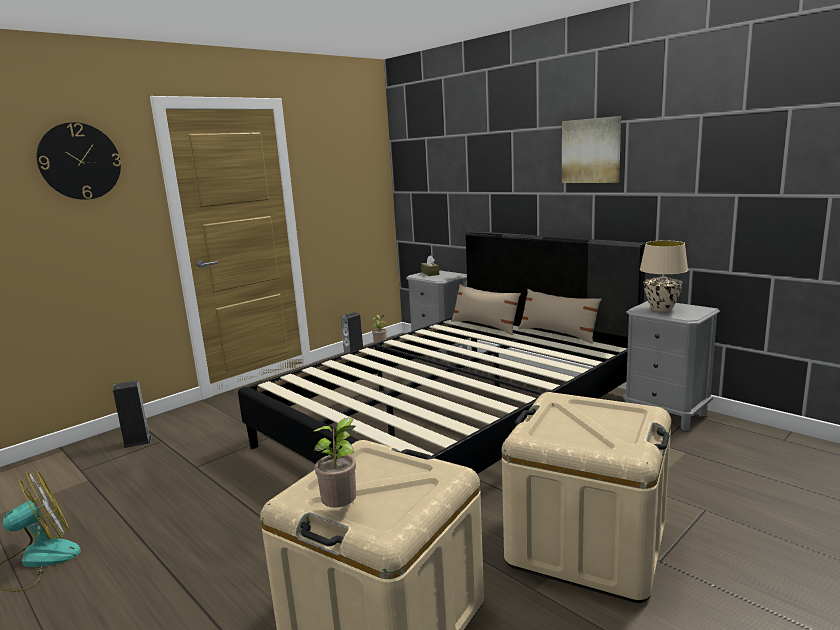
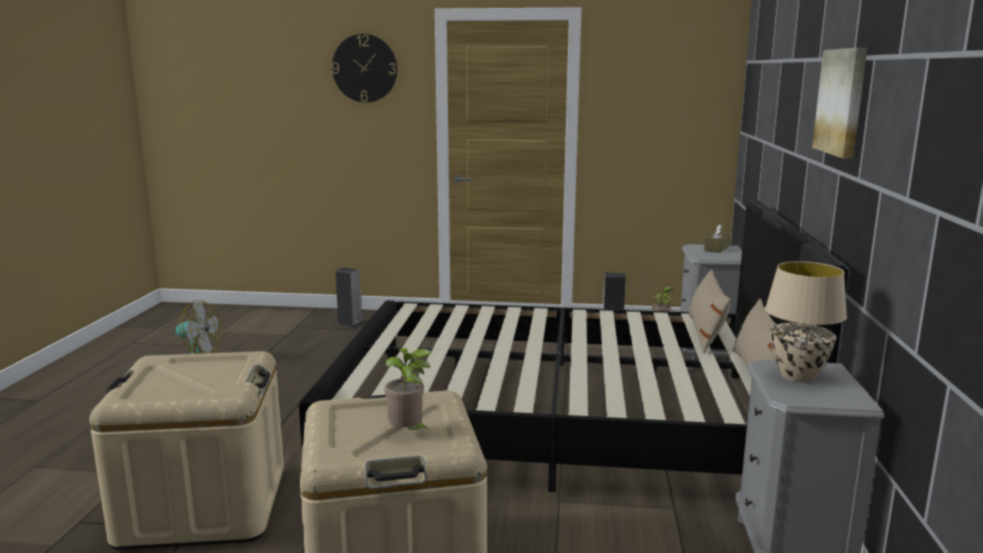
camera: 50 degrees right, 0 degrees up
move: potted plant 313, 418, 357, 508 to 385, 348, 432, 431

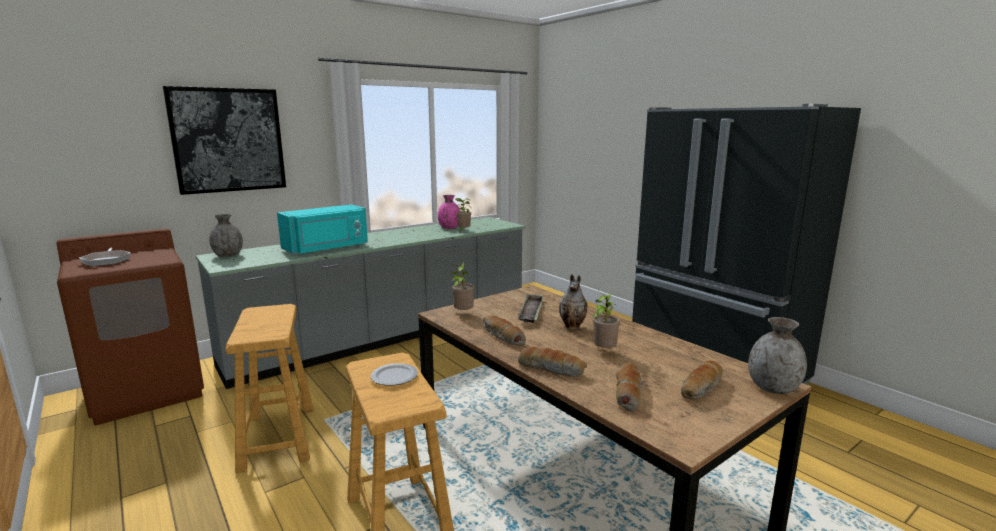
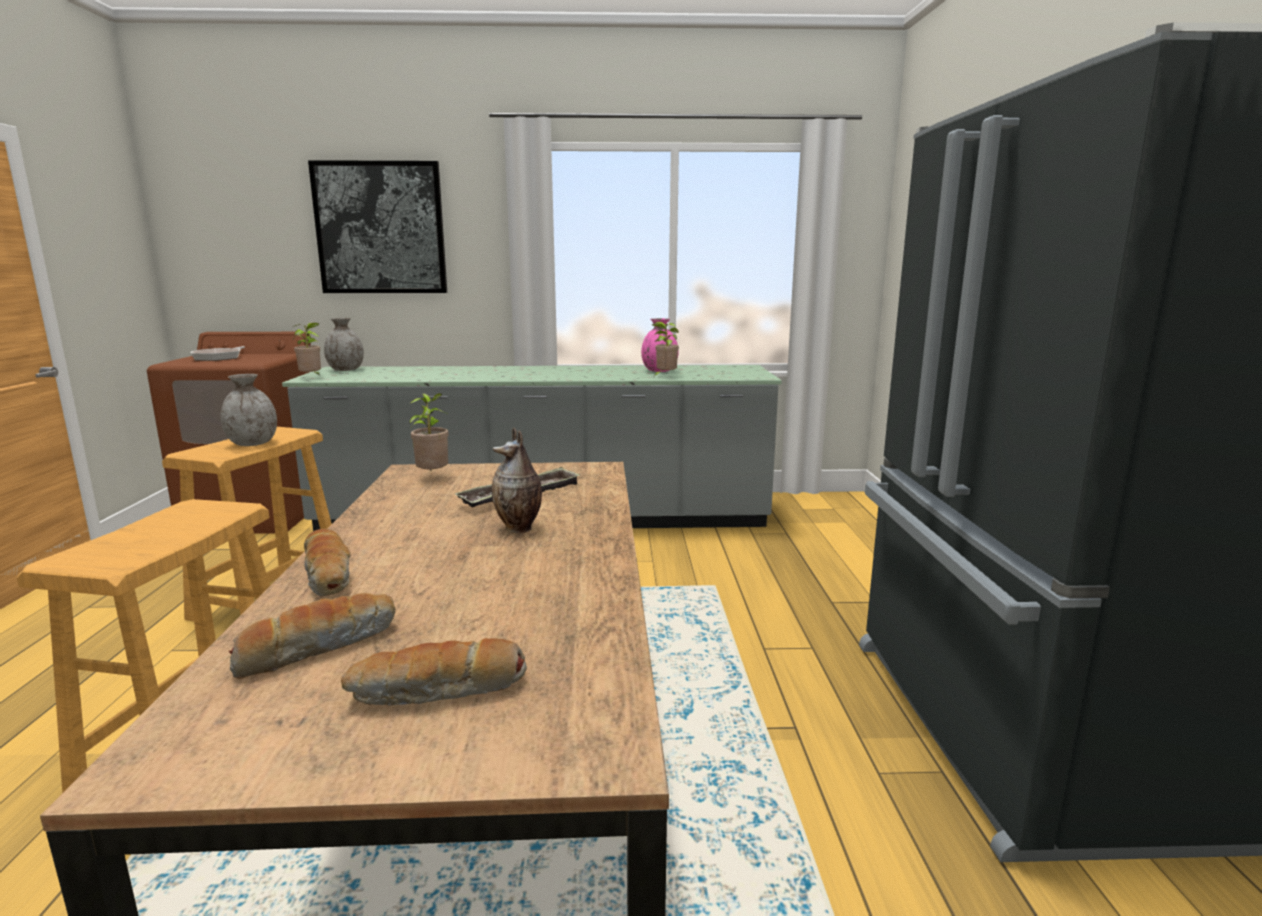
camera: 35 degrees right, 0 degrees up
delete: turquoise microwave 277, 204, 368, 255; bread 483, 316, 526, 346; plate 371, 363, 418, 386
move: potted plant 592, 291, 620, 348 to 293, 323, 321, 375; grey vase 748, 317, 807, 394 to 220, 374, 277, 446

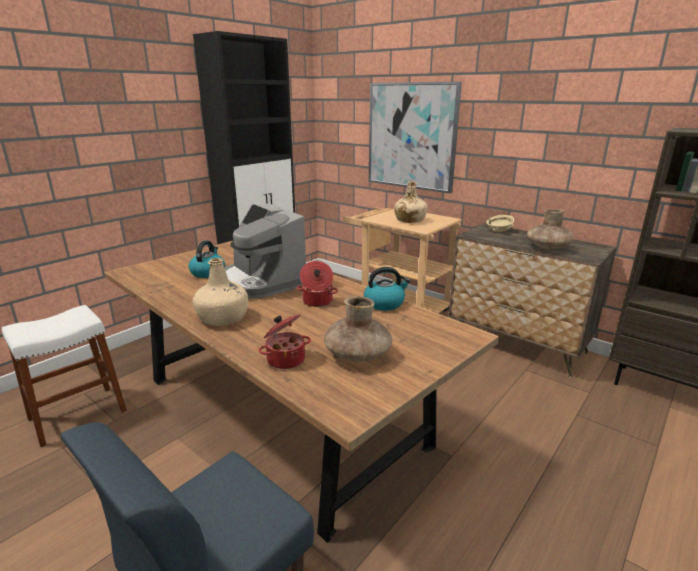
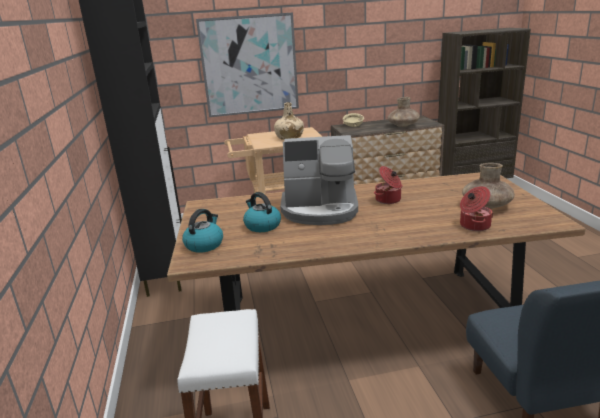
camera: 50 degrees left, 0 degrees up
delete: beige bottle 193, 258, 248, 326
move: kettle 364, 267, 411, 311 to 182, 209, 223, 253

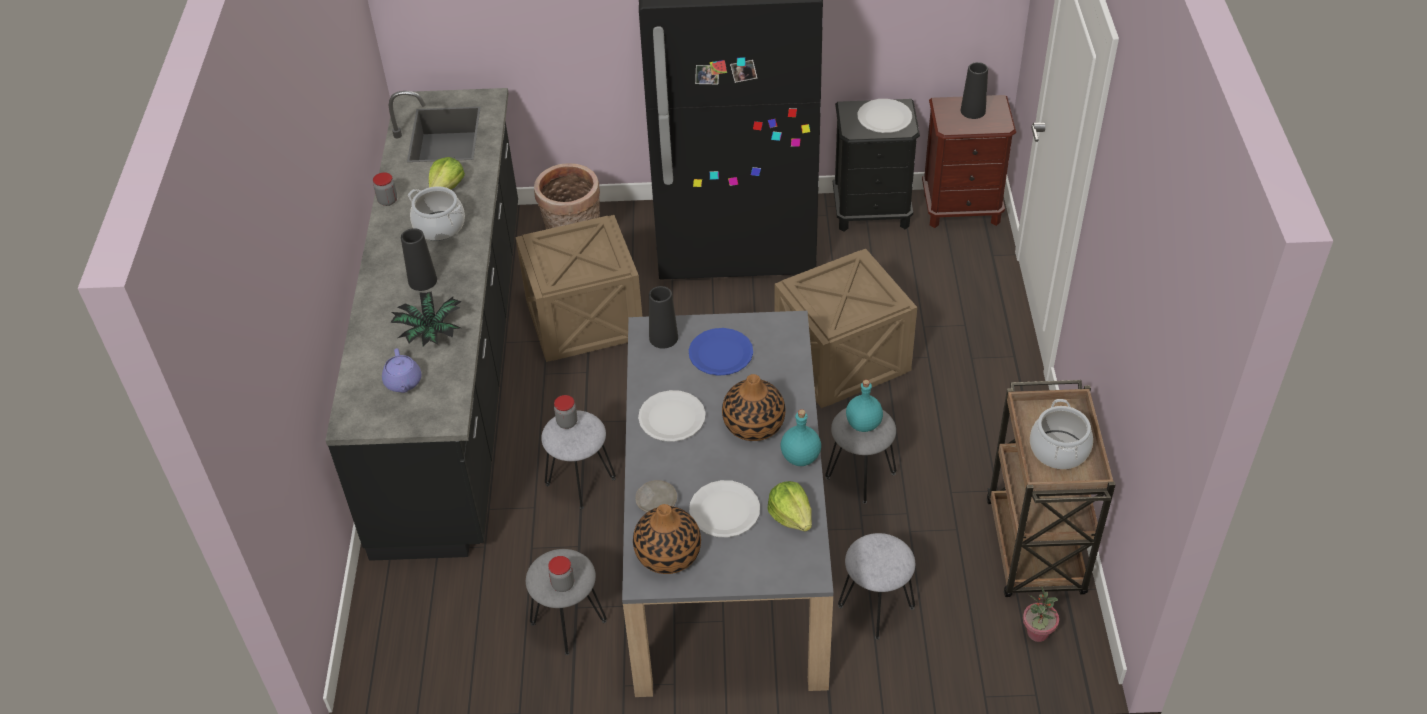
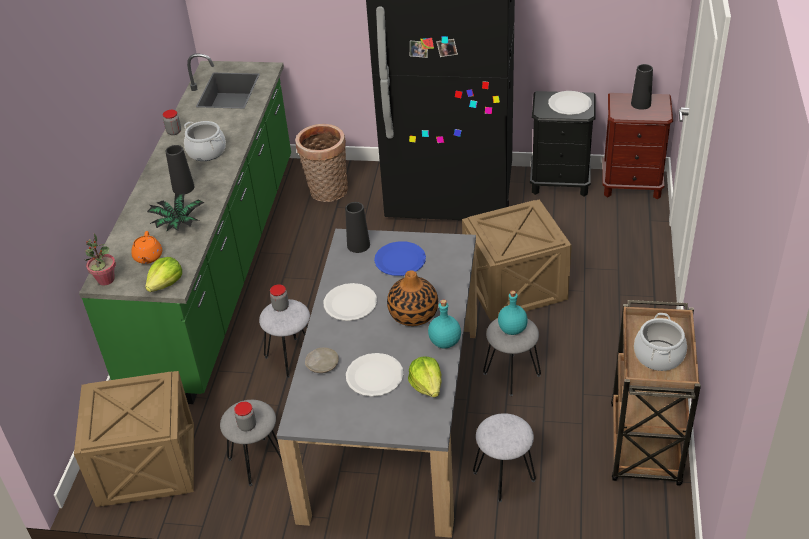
camera: 10 degrees right, 5 degrees down
delete: vase 633, 504, 701, 574
move: lettuce 429, 157, 465, 189 to 145, 257, 182, 292; crate 515, 215, 642, 362 to 74, 371, 194, 507; potted plant 1023, 586, 1059, 642 to 85, 234, 116, 285
recolor: black counter 325, 88, 518, 561 to green counter 79, 53, 291, 404; purple teapot 382, 348, 422, 393 to orange teapot 131, 231, 162, 264

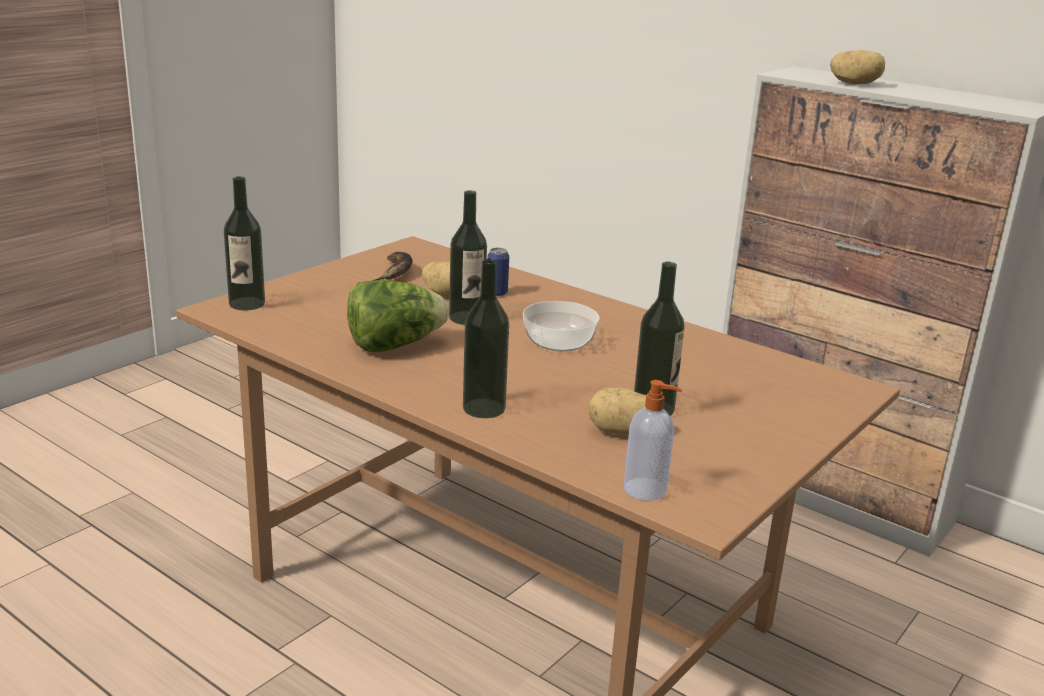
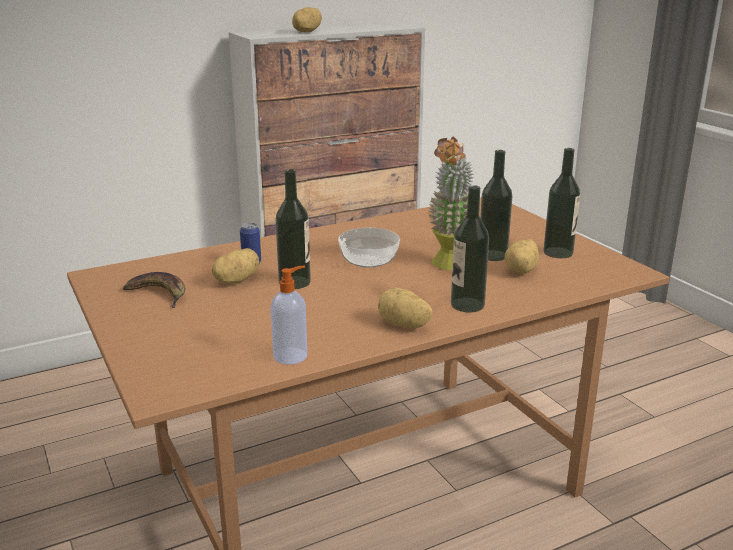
camera: 65 degrees left, 0 degrees up
delete: lettuce 347, 280, 449, 352
insert: potted plant 428, 137, 474, 270; potato 378, 287, 433, 328
move: bottle 224, 176, 265, 310 to 544, 148, 580, 258; soap dispenser 624, 380, 682, 501 to 271, 266, 307, 365

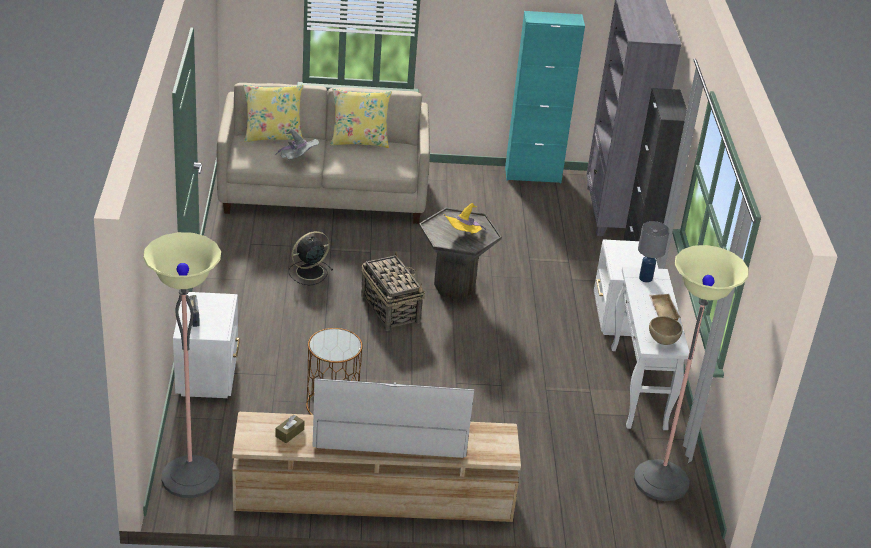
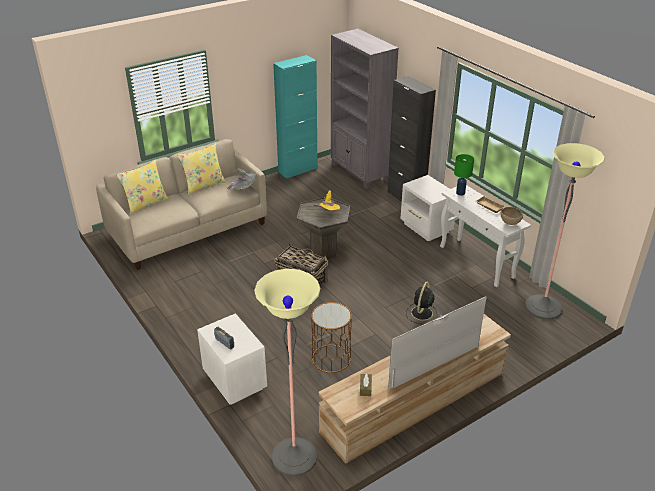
camera: 30 degrees left, 0 degrees up
move: grey hat 275, 129, 319, 159 to 227, 169, 258, 190; black fan 289, 231, 333, 285 to 406, 281, 437, 324
recolor: grey table lamp 638, 221, 670, 283 to green table lamp 454, 154, 474, 196

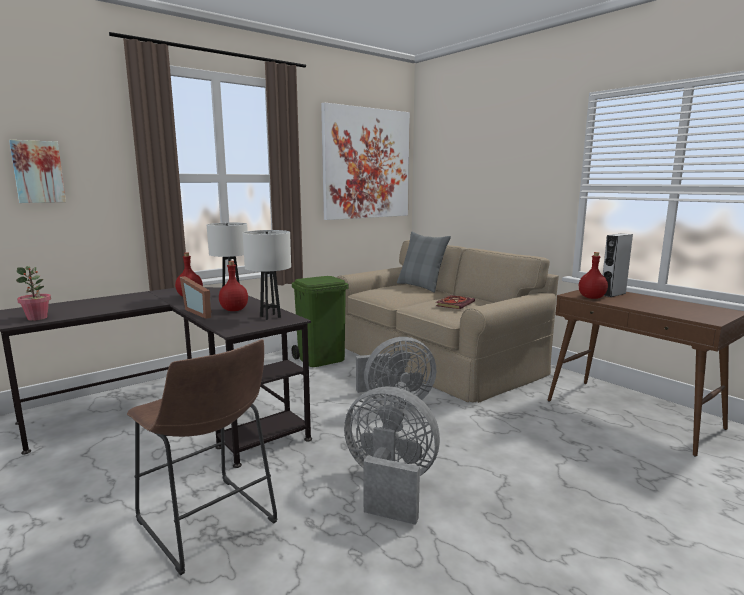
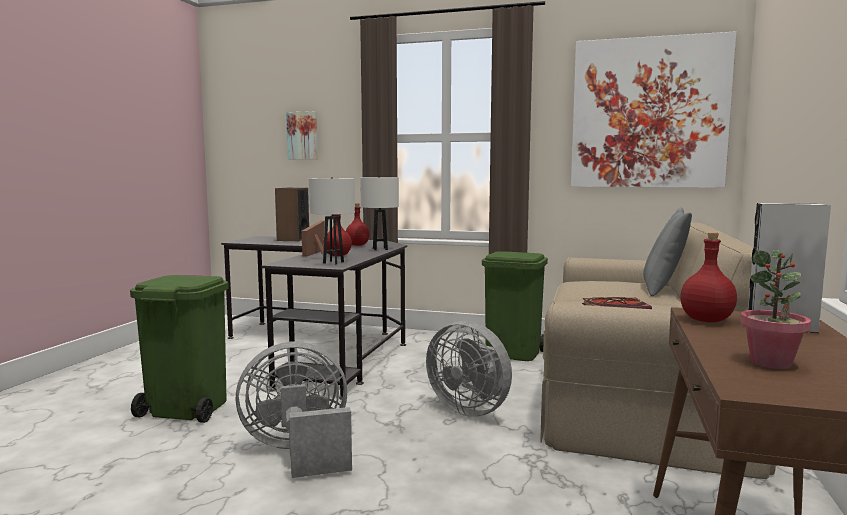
camera: 55 degrees right, 5 degrees down
insert: speaker 275, 188, 309, 241
move: potted plant 16, 266, 51, 321 to 741, 250, 811, 369
replace: brown stool 127, 339, 278, 575 to green trash can 130, 275, 229, 423
rotate: grey fan 344, 386, 440, 525 = 235, 342, 352, 478 90 degrees counterclockwise

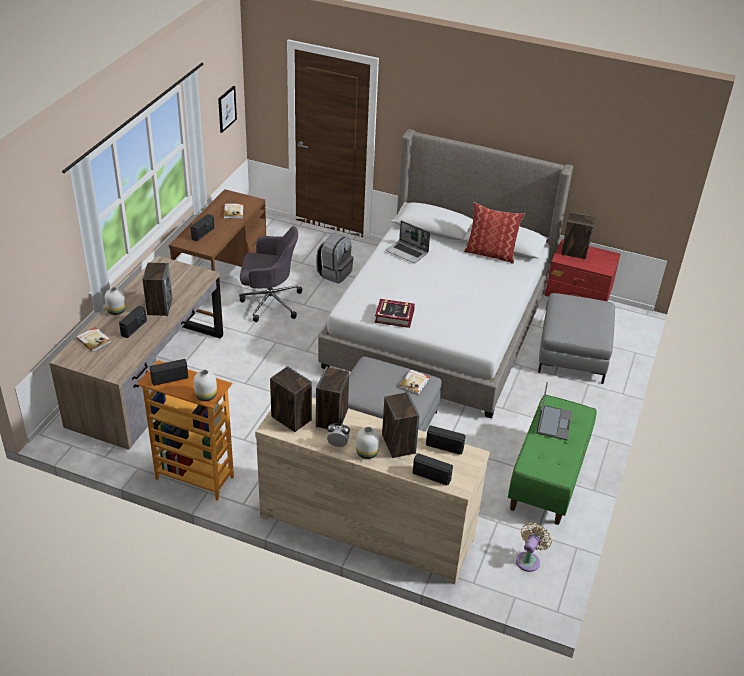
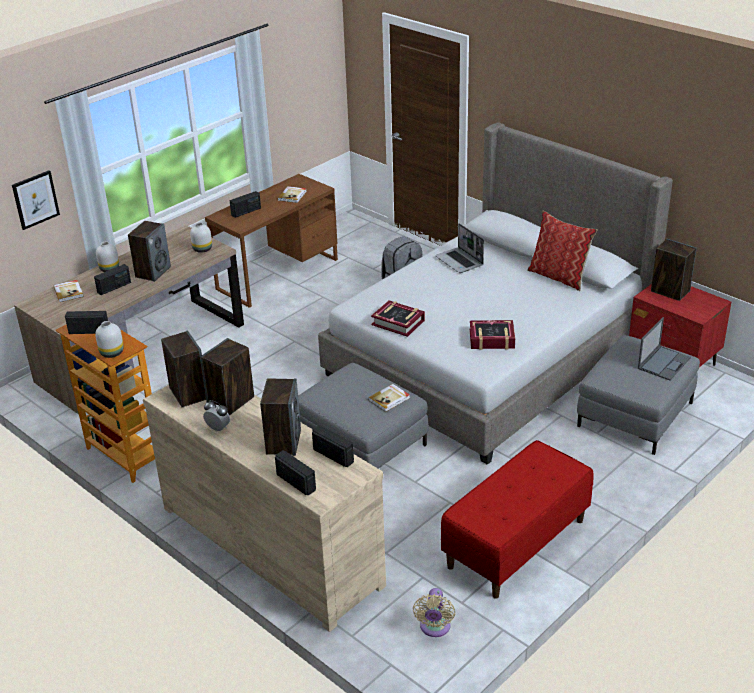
camera: 25 degrees right, 5 degrees down
delete: grey office chair 239, 226, 302, 322
insert: book 470, 320, 515, 350
move: picture 218, 86, 237, 133 to 12, 170, 60, 230; laptop 536, 382, 573, 440 to 638, 317, 691, 381; white vase 356, 427, 380, 459 to 190, 222, 212, 253
recolor: green bench 508, 395, 597, 525 to red bench 441, 440, 594, 599
rotate: beige fan 516, 523, 552, 572 = 413, 588, 455, 637 135 degrees clockwise

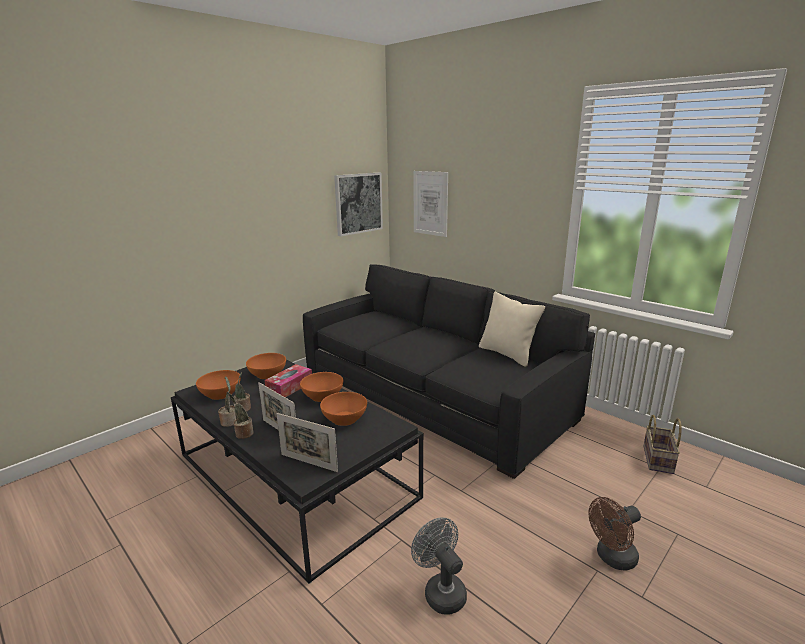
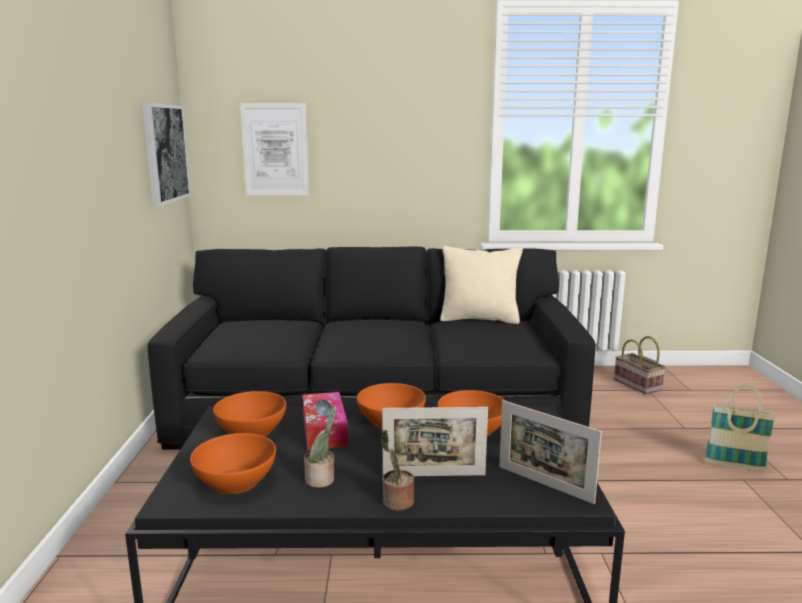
camera: 45 degrees left, 5 degrees down
delete: potted plant 218, 376, 236, 427; grey fan 411, 517, 467, 615
replace: brown fan 588, 497, 641, 571 to basket 704, 385, 776, 471
rotate: picture frame 276, 413, 338, 472 = 499, 400, 602, 504 60 degrees clockwise

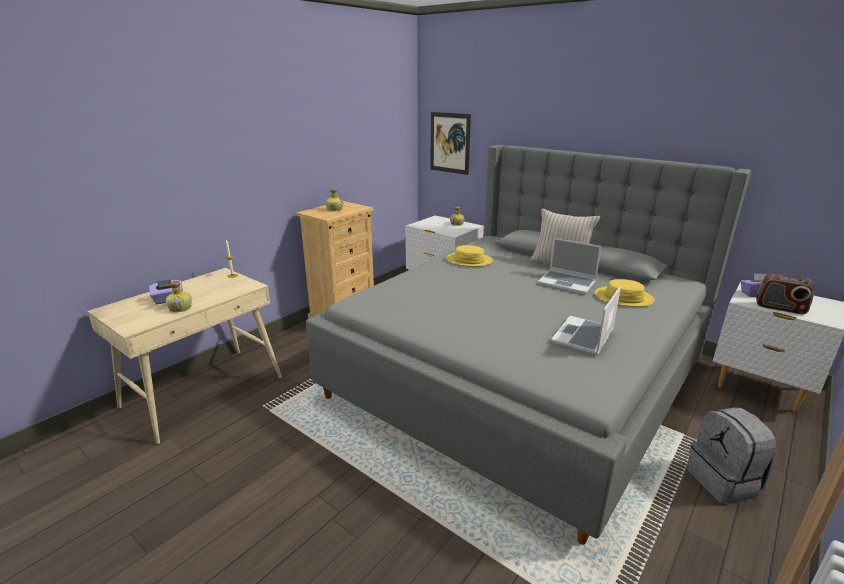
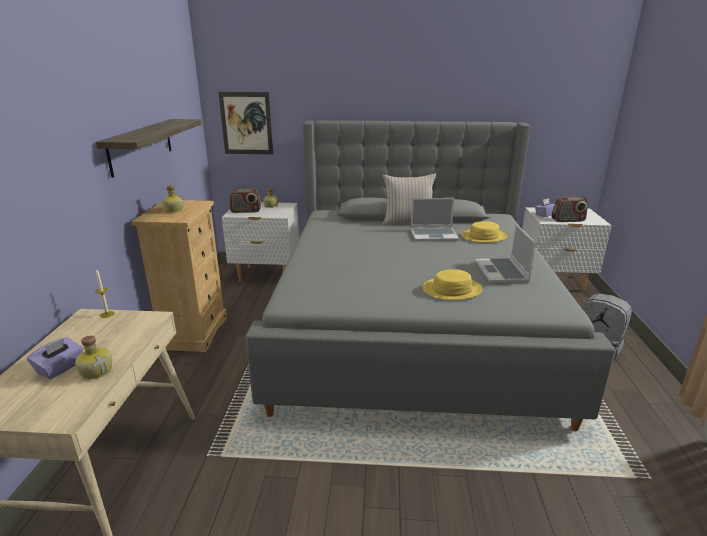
camera: 35 degrees left, 0 degrees up
insert: shelf 96, 119, 202, 178; radio 229, 186, 261, 213
move: yellow hat 446, 245, 493, 267 to 422, 269, 482, 300

